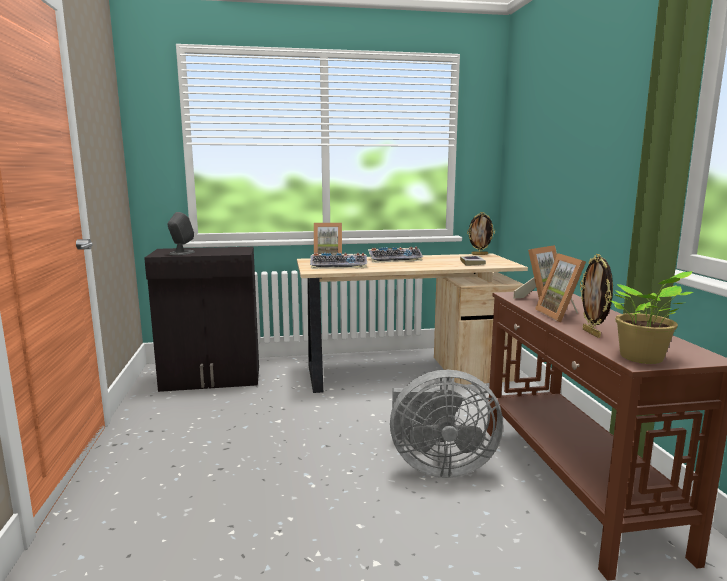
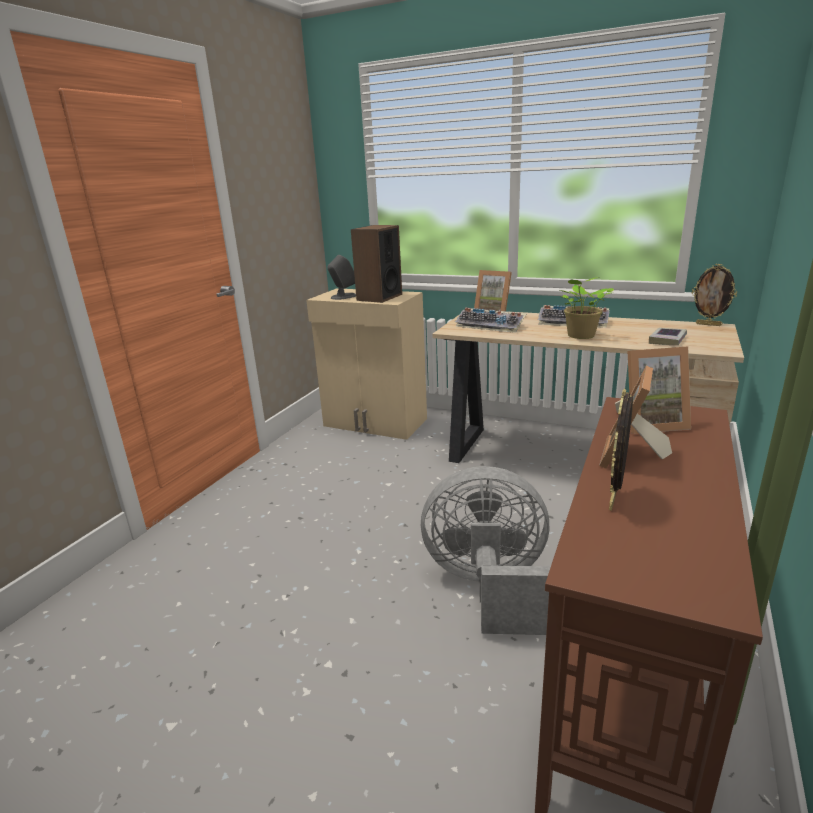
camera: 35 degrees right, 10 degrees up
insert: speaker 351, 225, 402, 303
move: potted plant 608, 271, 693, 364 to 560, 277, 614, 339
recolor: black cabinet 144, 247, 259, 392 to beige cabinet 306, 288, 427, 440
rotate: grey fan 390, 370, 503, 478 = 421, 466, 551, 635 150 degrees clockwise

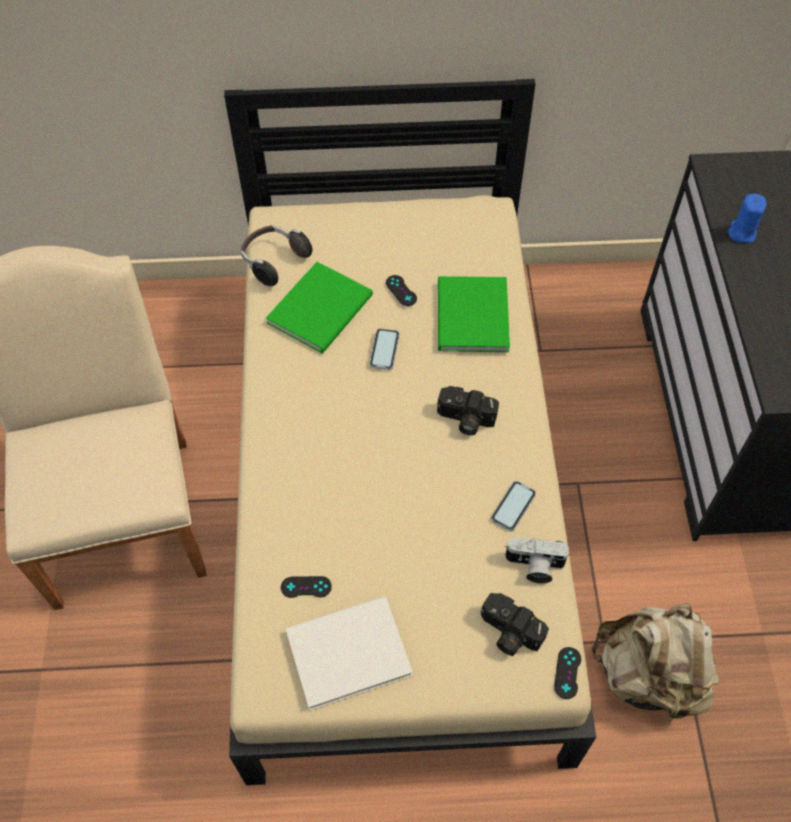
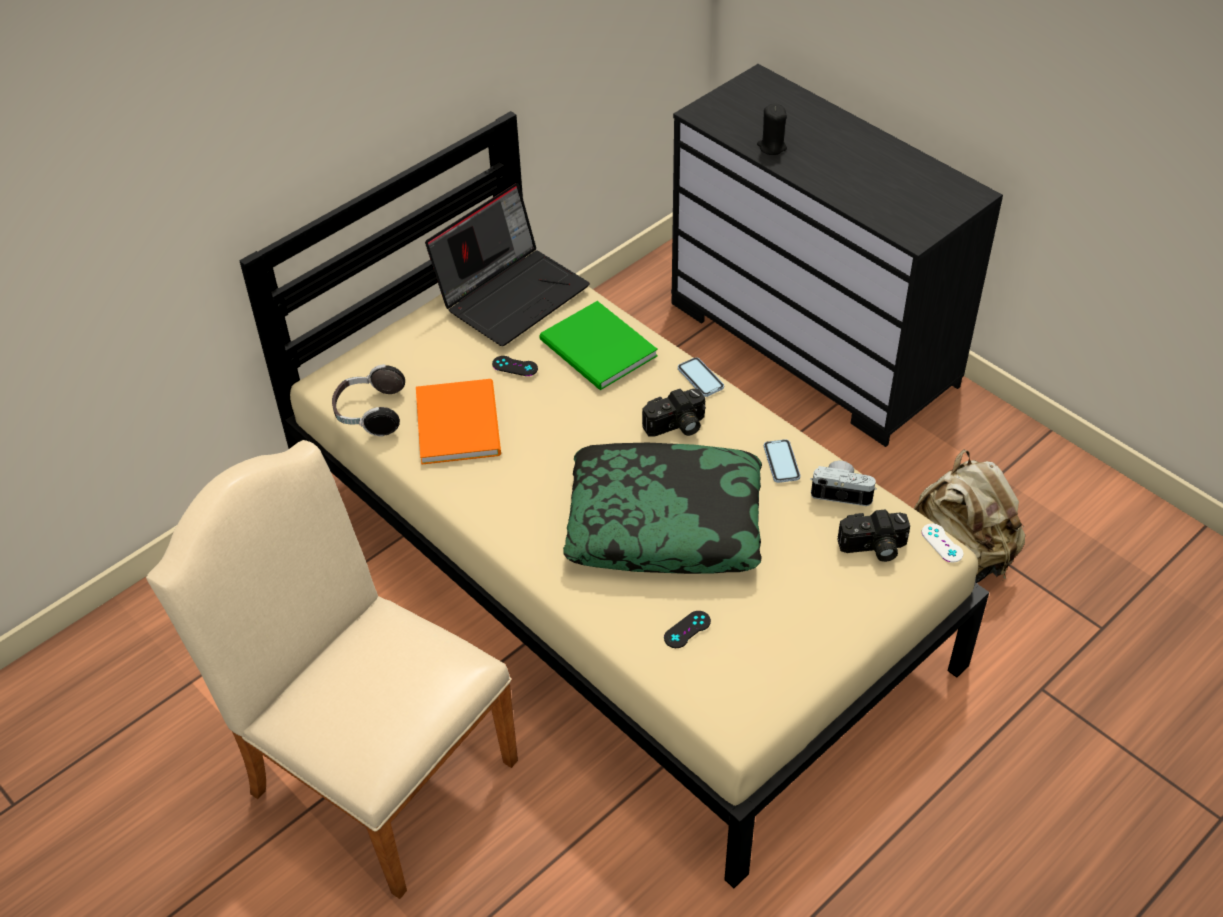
camera: 40 degrees left, 10 degrees down
delete: white book 285, 596, 413, 711
insert: laptop 425, 183, 590, 346; pillow 563, 443, 762, 574
move: phone 369, 329, 400, 370 to 678, 357, 724, 397
recolor: blue candle 728, 194, 767, 243 to black candle 757, 104, 787, 155; green book 266, 262, 373, 353 to orange book 416, 379, 501, 465; black game controller 554, 647, 581, 699 to white game controller 922, 523, 963, 562
rotate: photo camera 505, 537, 570, 583 = 810, 461, 877, 506 135 degrees counterclockwise

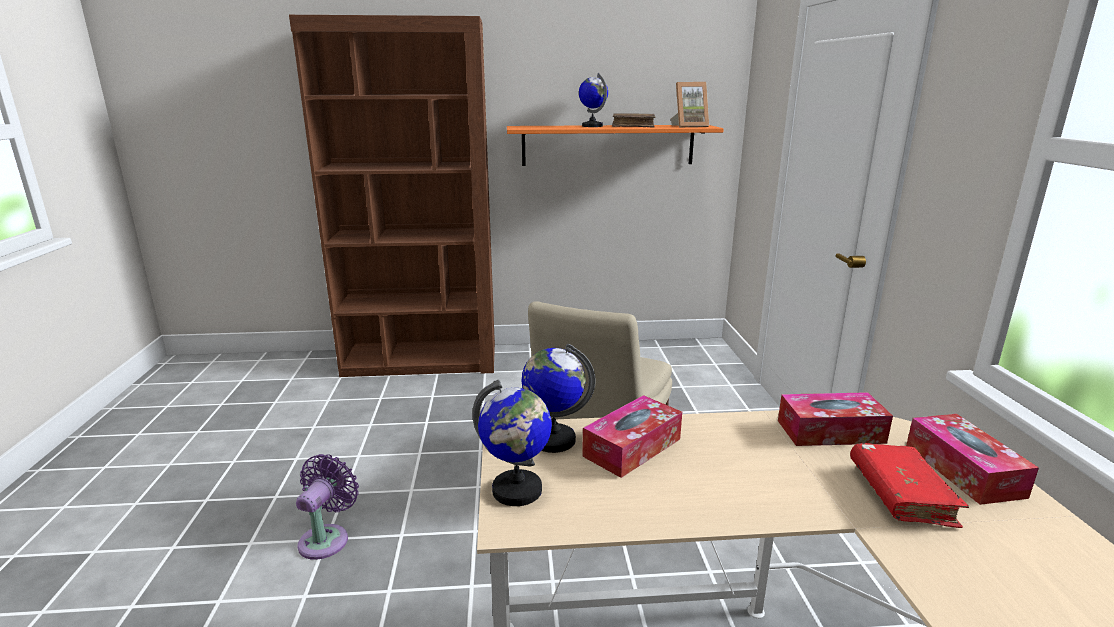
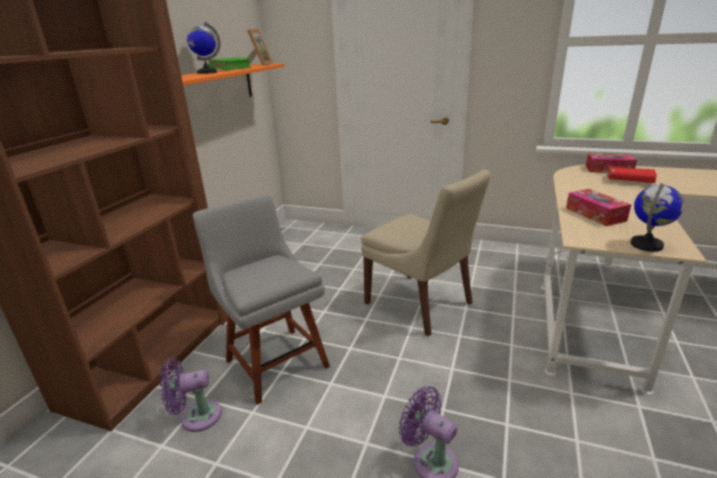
camera: 65 degrees left, 5 degrees up
delete: globe 522, 344, 596, 453; tissue box 778, 392, 893, 446
insert: grey chair 193, 194, 330, 405; purple fan 160, 358, 221, 432
recolor: brown book 612, 113, 655, 128 to green book 209, 57, 251, 71

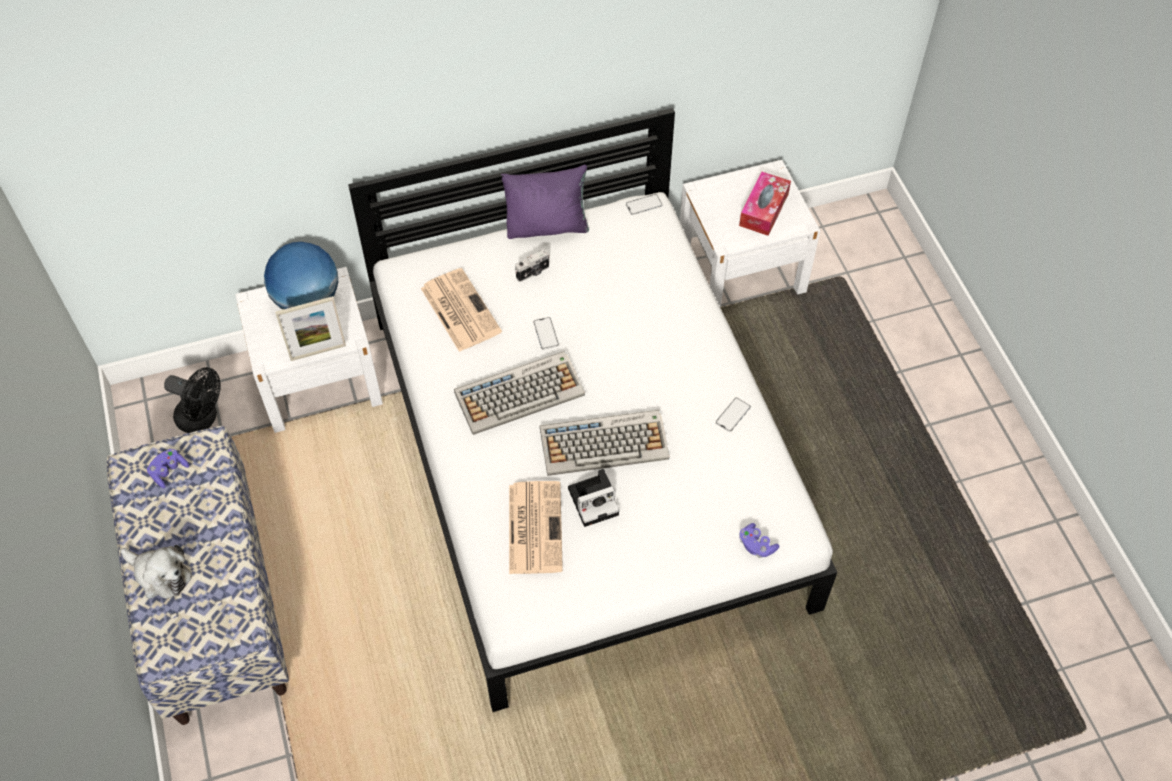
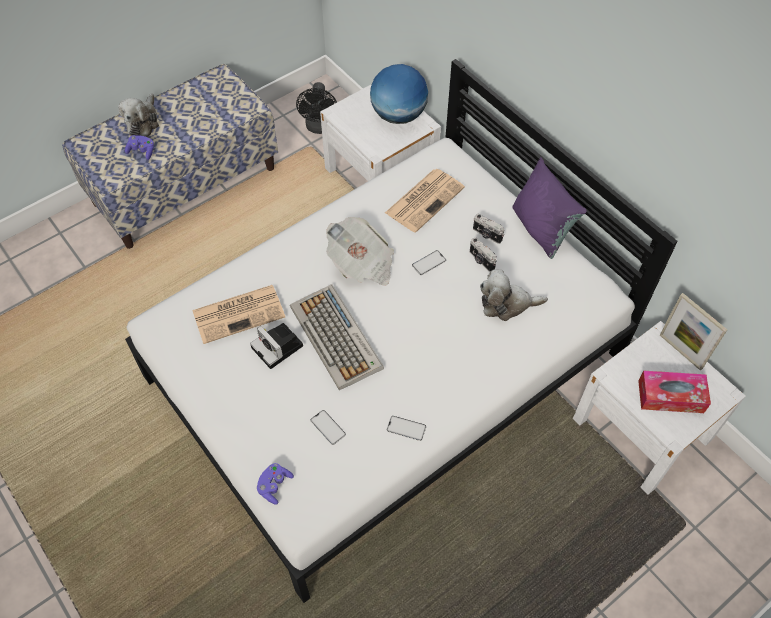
camera: 70 degrees right, 0 degrees up
insert: photo camera 470, 237, 497, 272; plush toy 480, 270, 548, 321
move: phone 626, 194, 663, 215 to 310, 410, 346, 445; picture frame 275, 296, 346, 361 to 660, 293, 727, 371; purple game controller 147, 449, 189, 488 to 125, 135, 154, 160
replace: keyboard 454, 351, 585, 435 to newspaper 326, 217, 394, 286

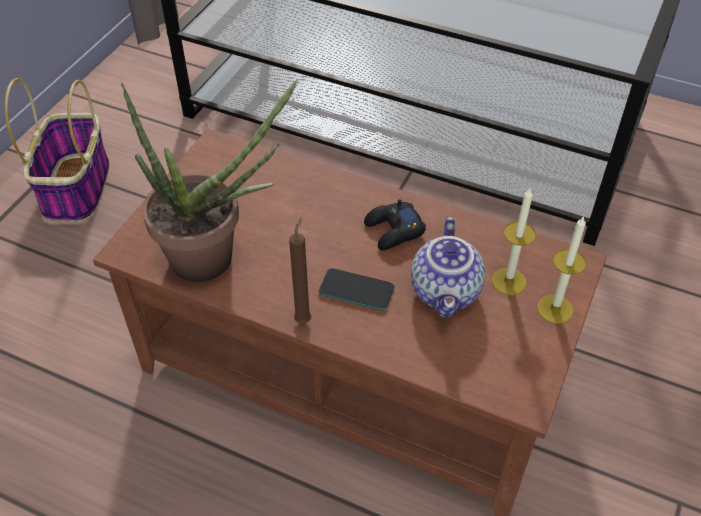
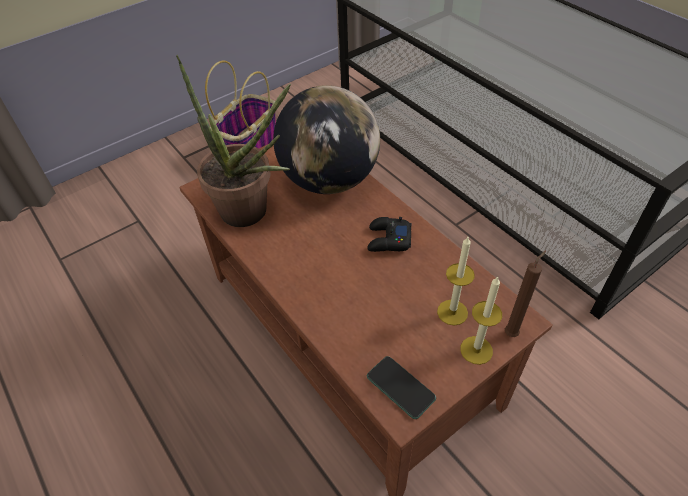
camera: 30 degrees right, 0 degrees up
delete: teapot 411, 217, 485, 318
insert: globe 273, 85, 380, 194
move: brown candle 289, 217, 311, 324 to 505, 250, 546, 337; phone 318, 268, 395, 311 to 367, 356, 436, 419

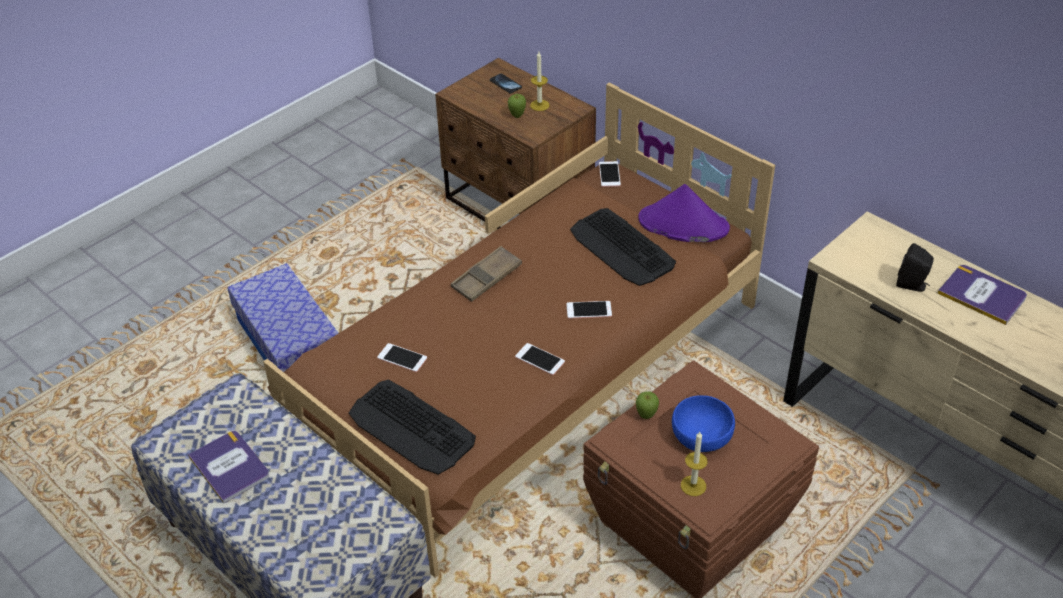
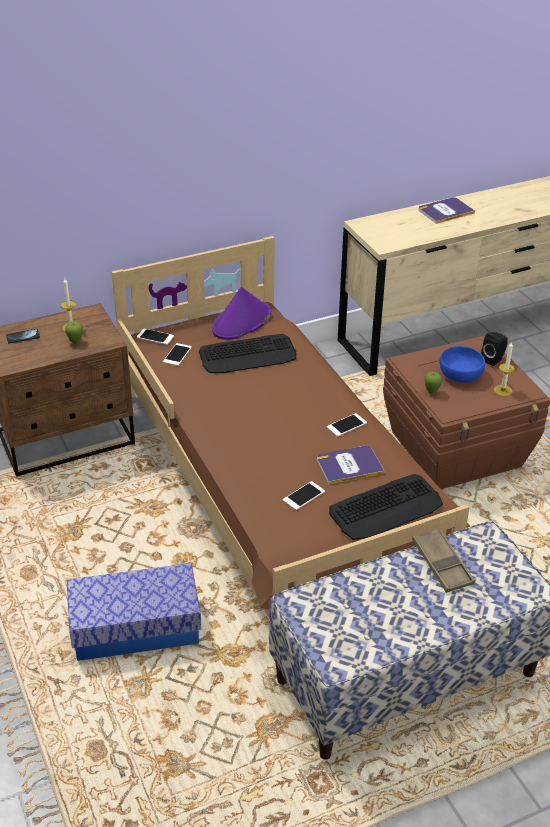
camera: 70 degrees left, 5 degrees down
move: black speaker 896, 243, 934, 292 to 481, 332, 508, 366; brown tray 451, 246, 522, 302 to 412, 528, 475, 593; phone 566, 301, 612, 319 to 163, 343, 192, 366; book 188, 431, 269, 503 to 317, 446, 385, 484

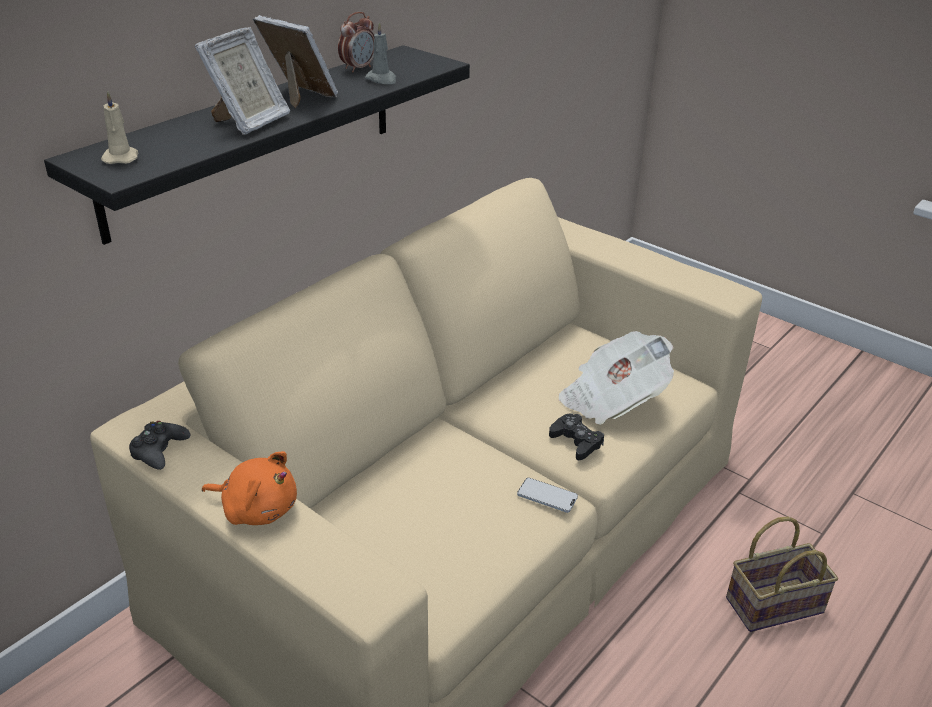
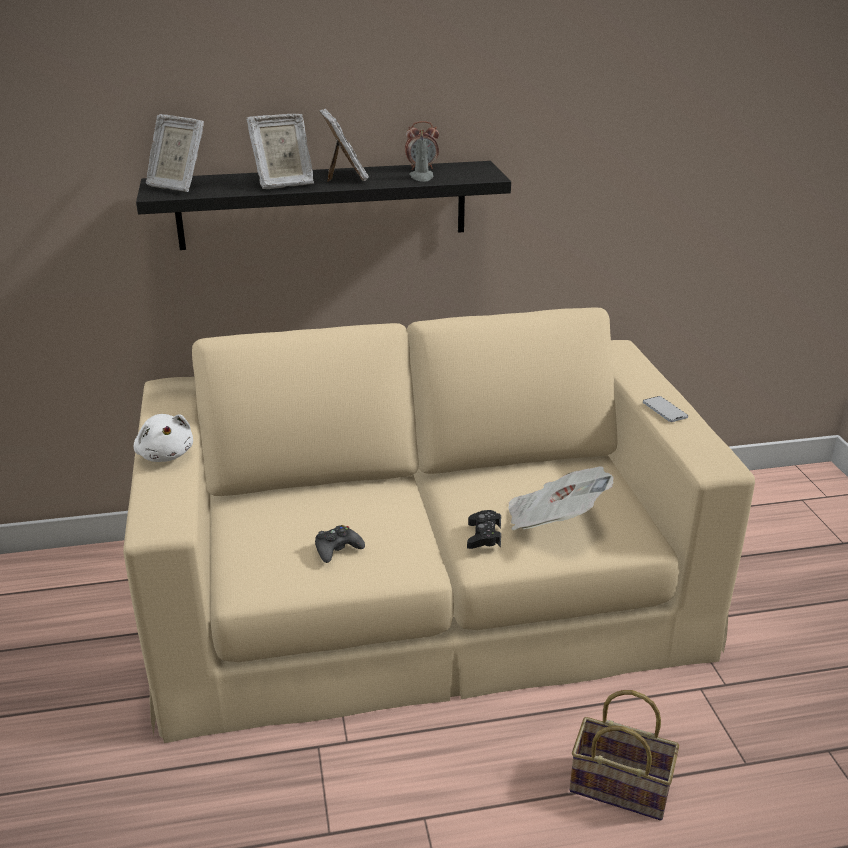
camera: 40 degrees right, 5 degrees down
move: black game controller 129, 421, 190, 470 to 315, 525, 365, 563; phone 517, 478, 578, 513 to 643, 396, 688, 422
replace: beige candle 101, 92, 138, 164 to picture frame 146, 114, 204, 192
recolor: orange plush toy 202, 451, 297, 525 to white plush toy 134, 414, 193, 462

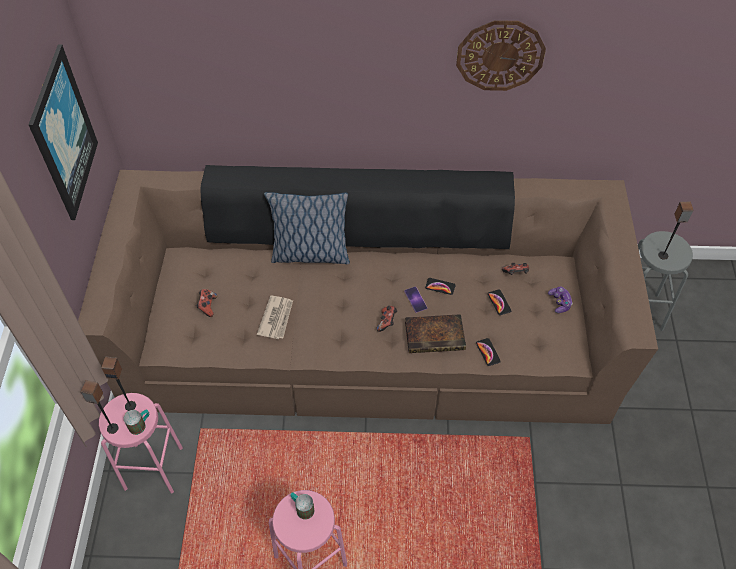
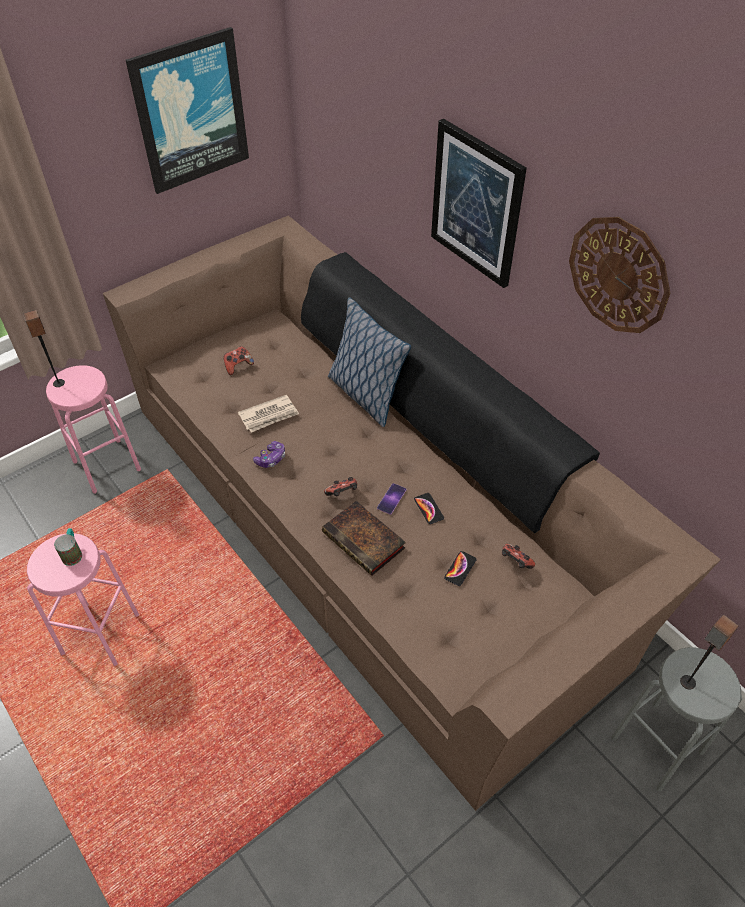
camera: 50 degrees right, 5 degrees down
delete: phone 476, 338, 501, 366; speaker 101, 357, 136, 411; mug 124, 409, 149, 435
insert: picture 431, 119, 527, 288
move: game controller 548, 287, 573, 313 to 253, 441, 285, 468

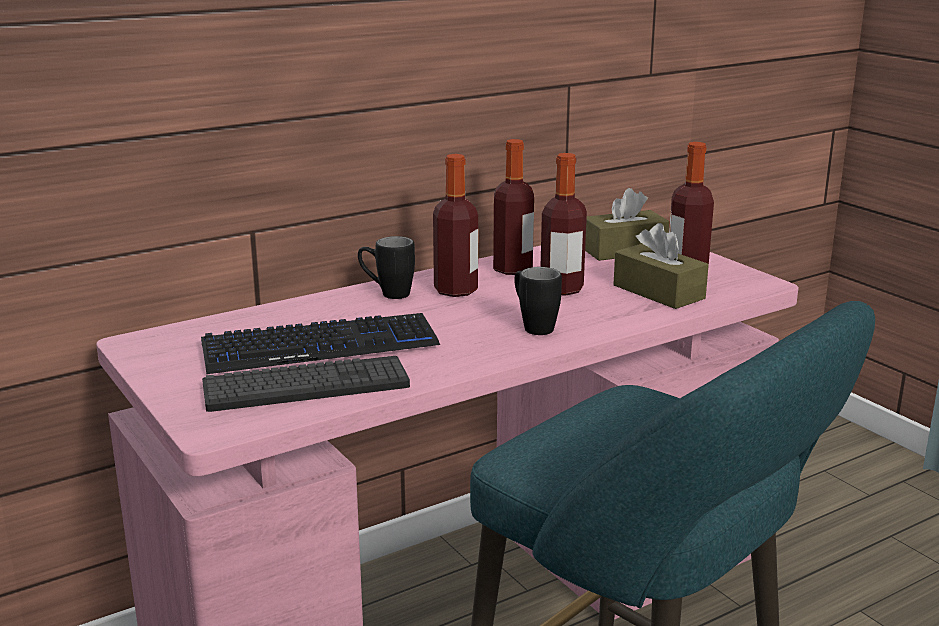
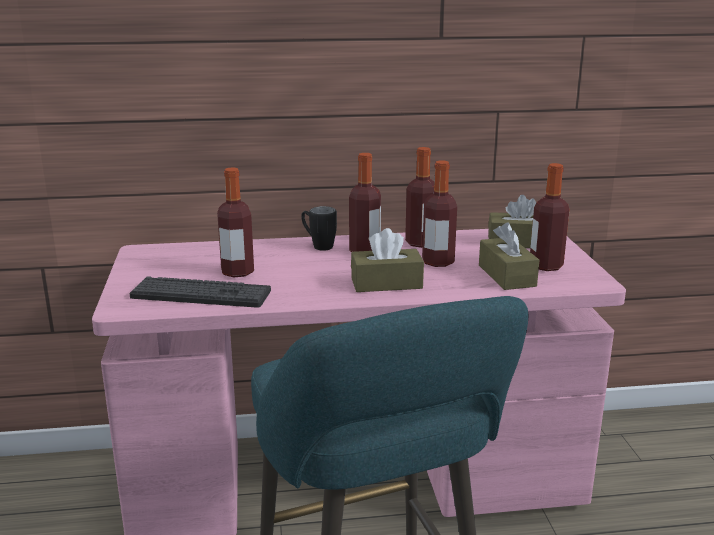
camera: 25 degrees right, 0 degrees up
replace: black mug 514, 267, 562, 335 to brown tissue box 351, 228, 424, 292; keyboard 201, 313, 440, 374 to bottle 217, 167, 254, 277

